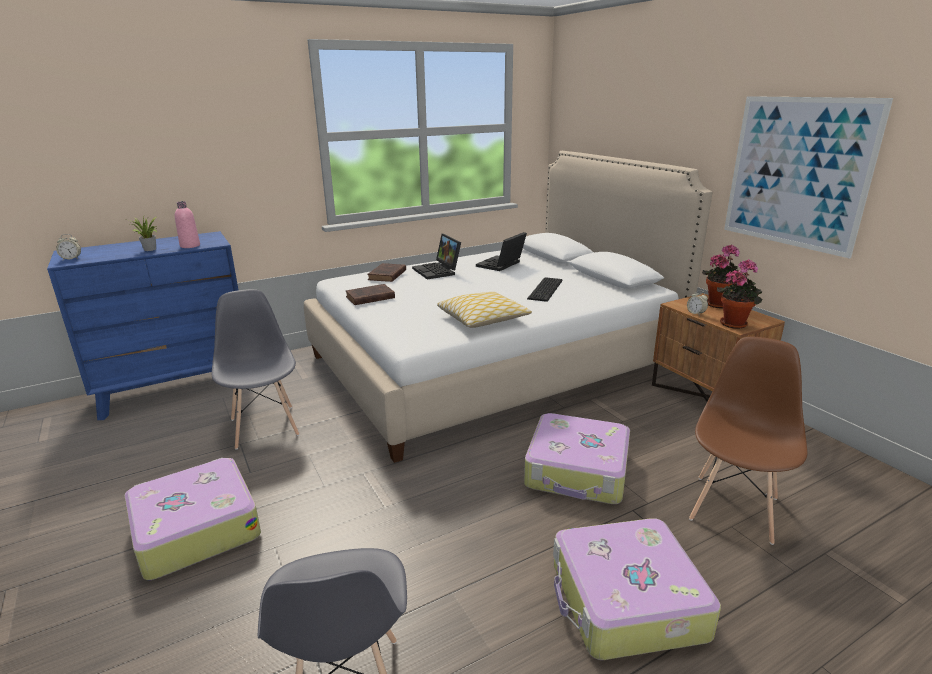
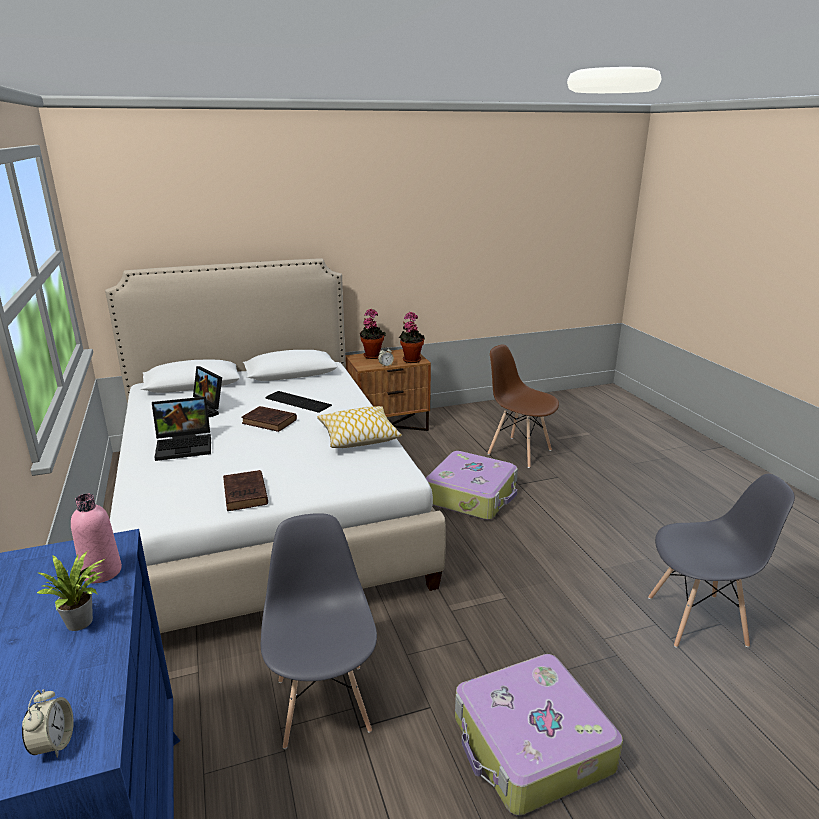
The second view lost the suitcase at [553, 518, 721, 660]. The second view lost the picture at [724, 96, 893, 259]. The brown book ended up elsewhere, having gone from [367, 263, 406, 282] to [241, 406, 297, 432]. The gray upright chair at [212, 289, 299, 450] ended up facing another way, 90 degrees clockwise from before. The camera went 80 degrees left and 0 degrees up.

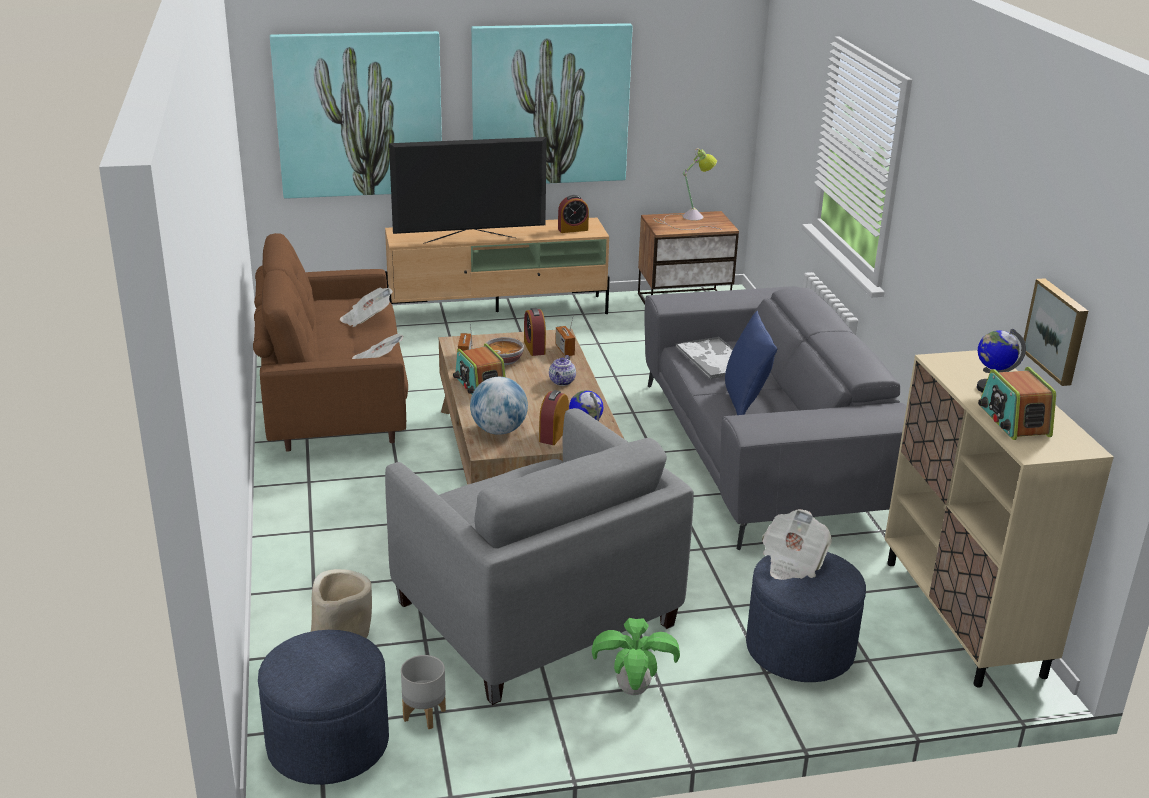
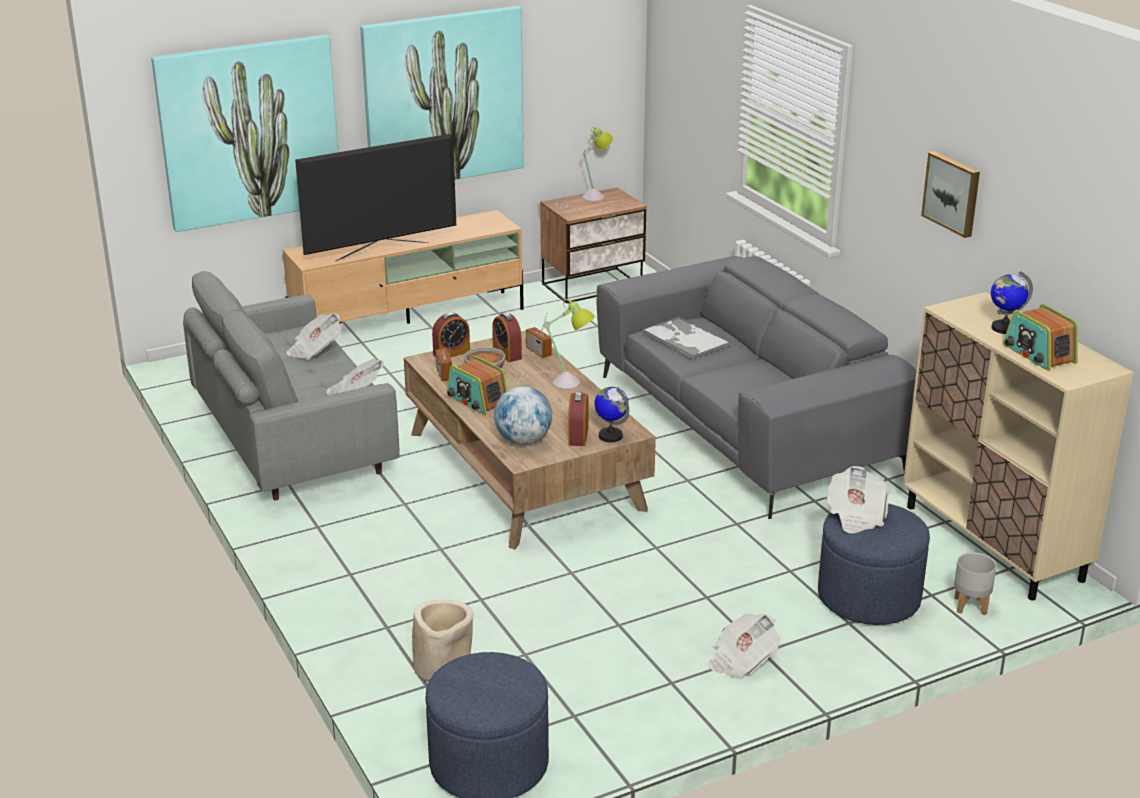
The second view lost the gray easy chair at [385, 408, 694, 705]. The second view lost the bluish throw pillow at [725, 311, 777, 415]. The gray plant pot ended up elsewhere, having gone from [401, 655, 446, 729] to [954, 552, 997, 616]. The table clock ended up elsewhere, having gone from [558, 195, 589, 233] to [432, 312, 470, 358]. The picture ended up elsewhere, having gone from [1021, 278, 1088, 386] to [921, 151, 980, 238]. Where the teapot stood at [549, 355, 576, 386], the lamp for a table came to stand at [515, 299, 595, 409]. Where the plant in a pot stood at [592, 618, 680, 695], the printed paper came to stand at [707, 613, 780, 679]. What was the brown couch at [253, 233, 408, 452] turned into the gray couch at [183, 271, 400, 501]. The camera went 15 degrees left and 0 degrees up.

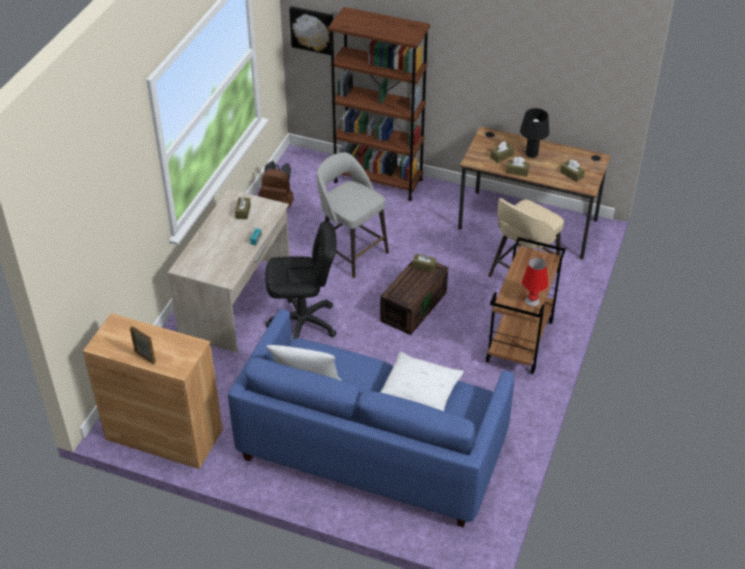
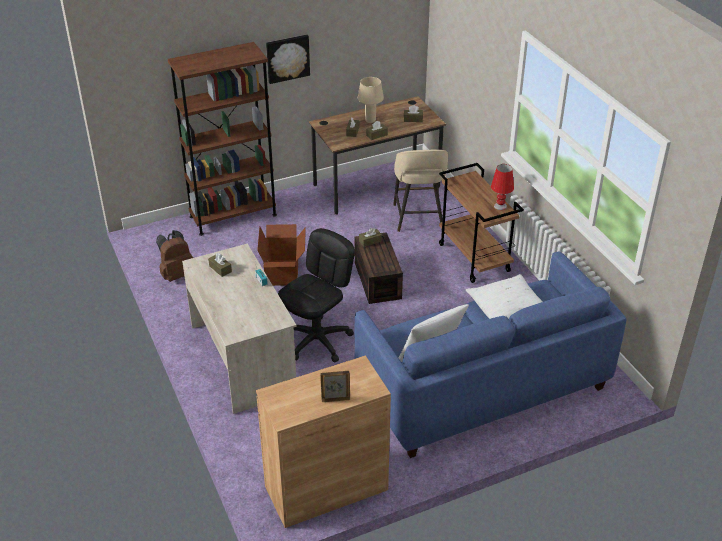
The picture ended up elsewhere, having gone from [289, 6, 334, 55] to [266, 35, 310, 84]. Where the gray sitting stool stood at [317, 152, 389, 278], the carton came to stand at [257, 224, 306, 286]. What was the black-coloured lamp for a table at [520, 108, 549, 158] turned into the beige lamp for a table at [358, 77, 384, 123]. The camera went 45 degrees left and 5 degrees down.

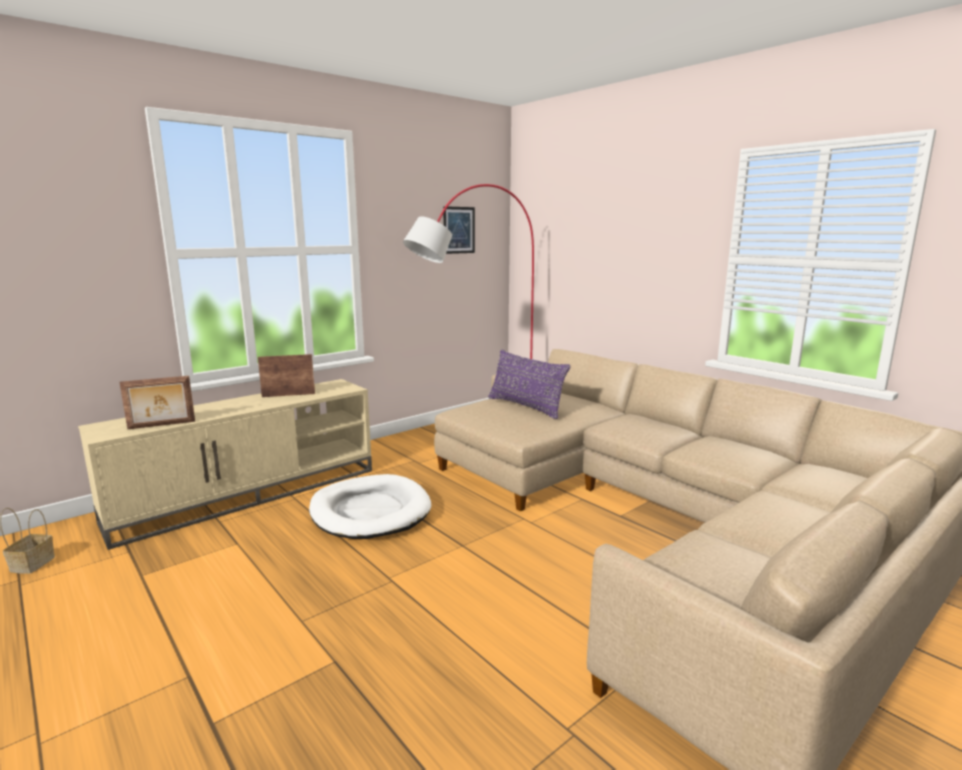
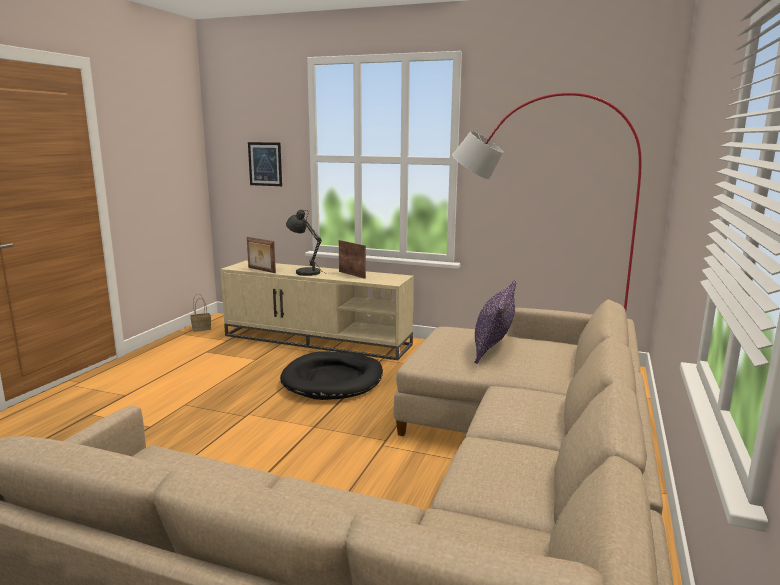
The second view gained the gray lamp for a table at [286, 209, 328, 276]. The picture ended up elsewhere, having gone from [443, 206, 475, 254] to [248, 142, 282, 186]. What was the whitish pet bed at [309, 474, 431, 539] turned into the black-coloured pet bed at [280, 352, 383, 400]. The camera went 60 degrees right and 0 degrees up.

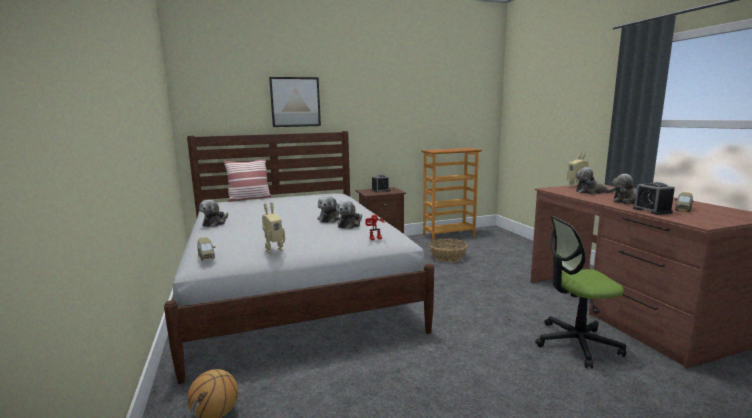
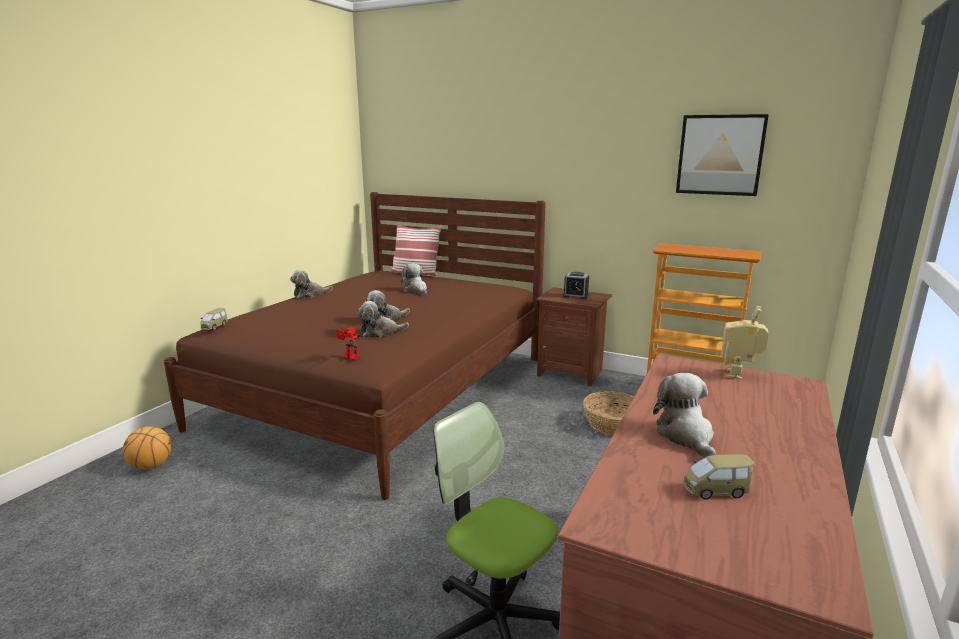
The second view lost the toy robot at [262, 203, 285, 254]. The second view lost the table clock at [633, 182, 675, 215]. The picture ended up elsewhere, having gone from [269, 77, 321, 127] to [676, 114, 769, 196]. The cuddly toy ended up elsewhere, having gone from [575, 167, 616, 194] to [401, 263, 427, 295]. What was the whitish sleeping bed at [164, 131, 434, 384] turned into the brown sleeping bed at [164, 192, 546, 500]. The camera went 45 degrees right and 5 degrees up.

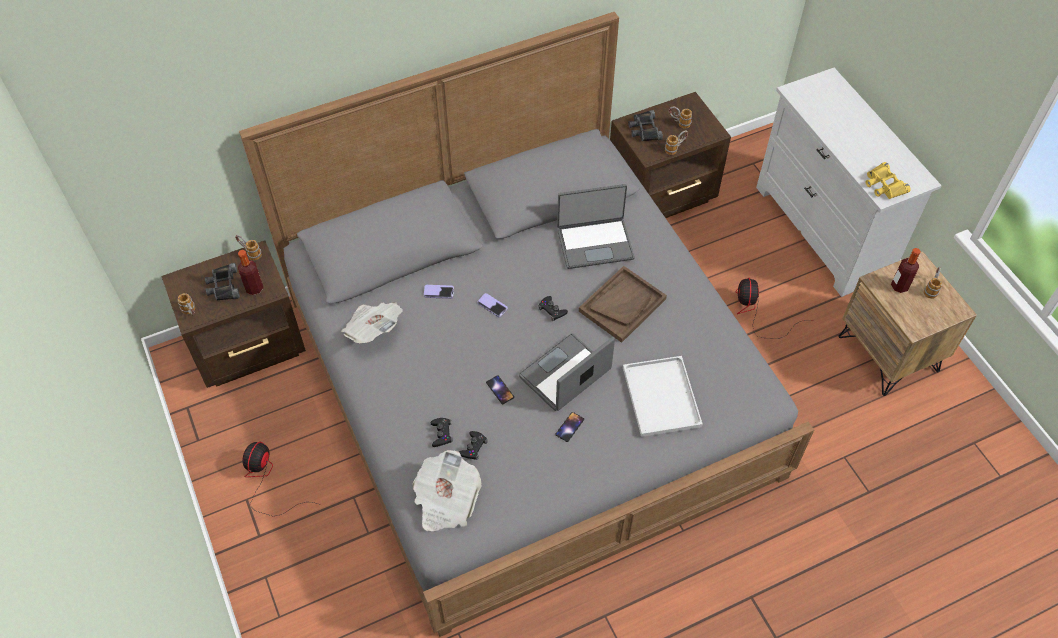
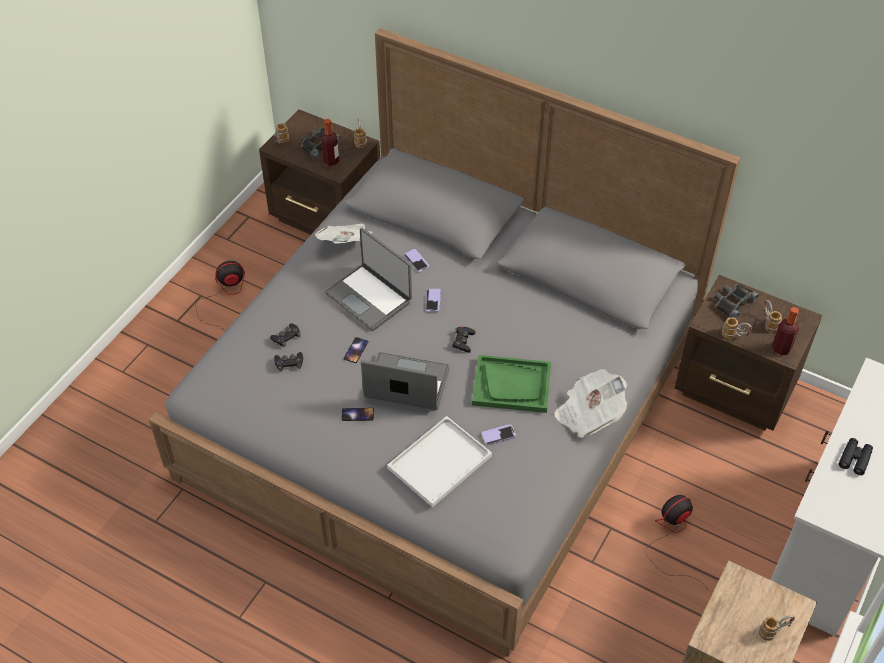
The second view lost the yellow-coloured binoculars at [866, 162, 911, 199]. The second view gained the handset at [482, 424, 516, 445]. The second view gained the black-coloured binoculars at [839, 438, 873, 475]. The printed paper ended up elsewhere, having gone from [412, 450, 481, 531] to [555, 369, 627, 438]. The portable computer ended up elsewhere, having gone from [557, 184, 635, 269] to [325, 228, 412, 331]. The beverage bottle ended up elsewhere, having gone from [891, 248, 920, 293] to [772, 307, 799, 356]. What was the brown serving tray at [579, 266, 667, 343] turned into the green serving tray at [472, 355, 551, 413]. The camera went 55 degrees right and 5 degrees down.

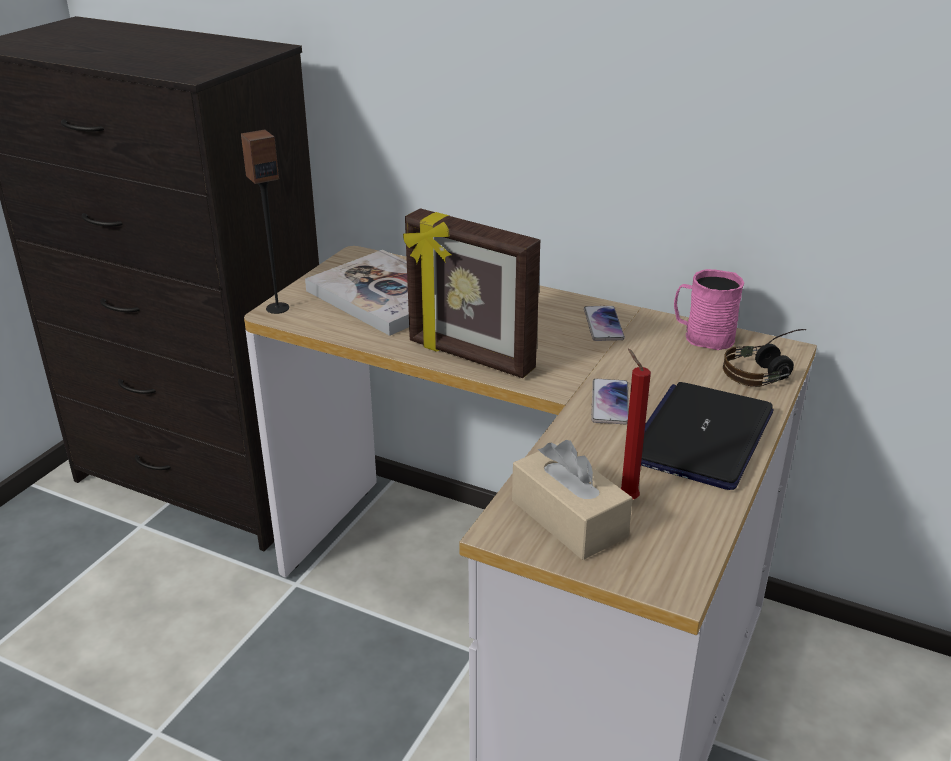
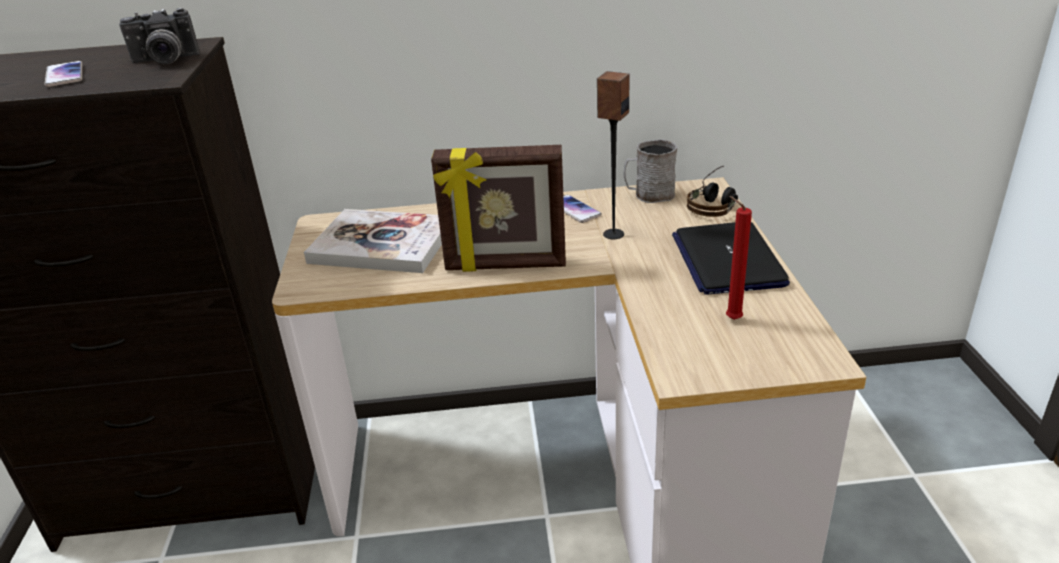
The second view lost the beige tissue box at [512, 440, 633, 560]. The second view gained the photo camera at [119, 8, 200, 64]. The loudspeaker ended up elsewhere, having gone from [241, 129, 289, 314] to [597, 71, 630, 239]. The handset ended up elsewhere, having gone from [591, 379, 629, 424] to [44, 61, 83, 87]. What was the pinkish mug at [674, 269, 744, 350] turned into the gray mug at [623, 139, 678, 203]. The camera went 30 degrees left and 0 degrees up.

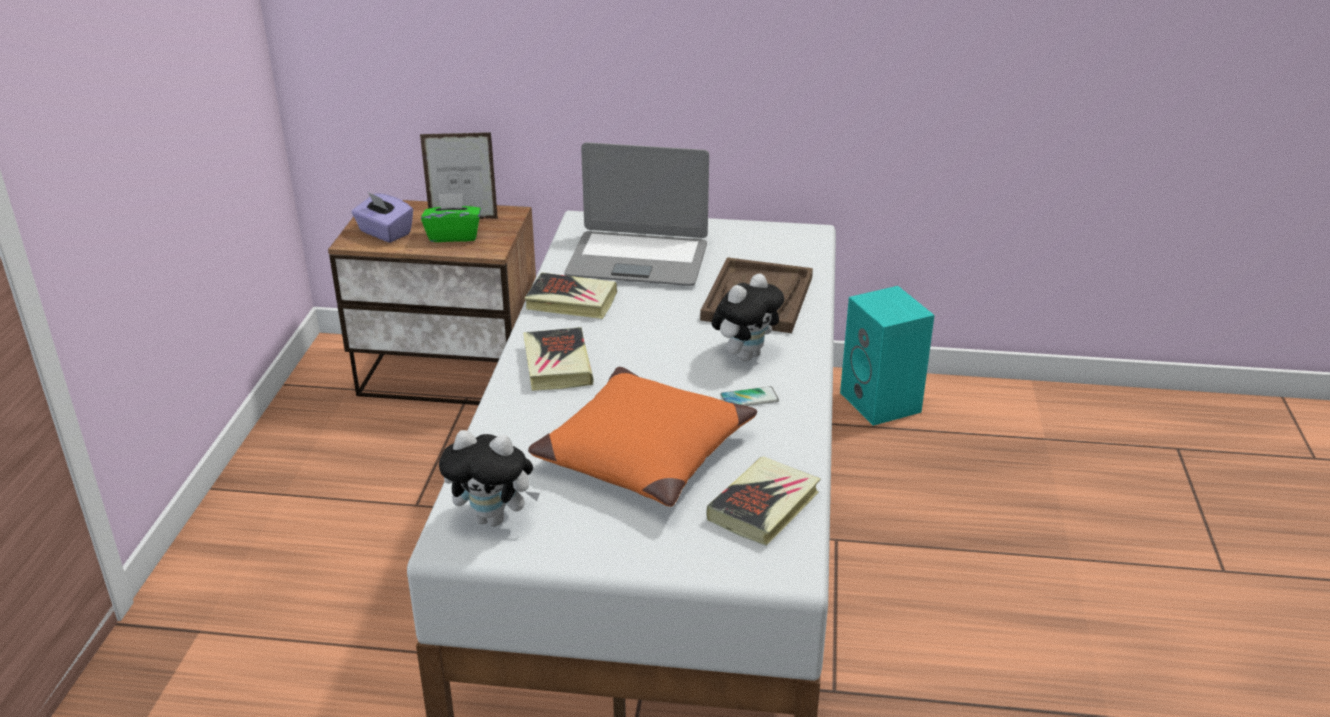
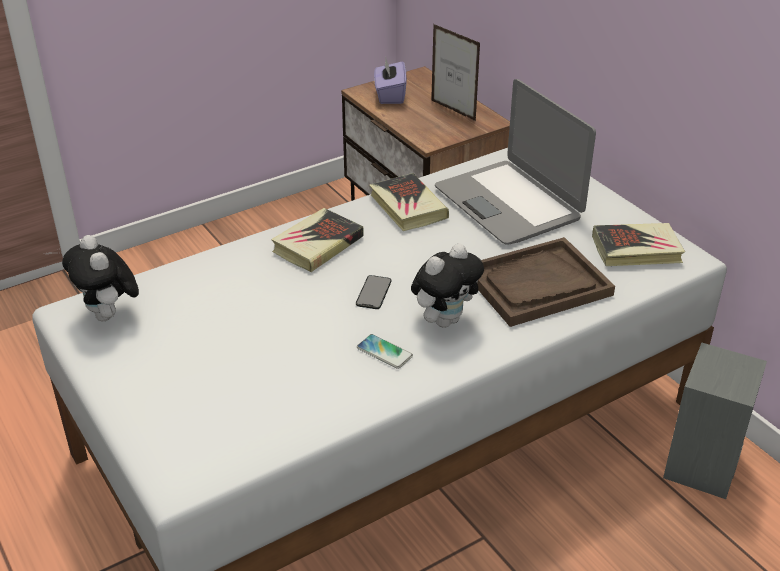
The second view lost the green tissue box at [421, 193, 481, 242]. The second view lost the orange throw pillow at [528, 367, 757, 507]. The second view gained the handset at [356, 275, 391, 309]. The book ended up elsewhere, having gone from [707, 456, 821, 546] to [592, 223, 685, 266]. What was the blue-green loudspeaker at [840, 286, 934, 426] turned into the gray loudspeaker at [663, 343, 767, 499]. The cuddly toy at [712, 273, 784, 361] ended up facing another way, 45 degrees counterclockwise from before. The camera went 50 degrees right and 5 degrees up.

